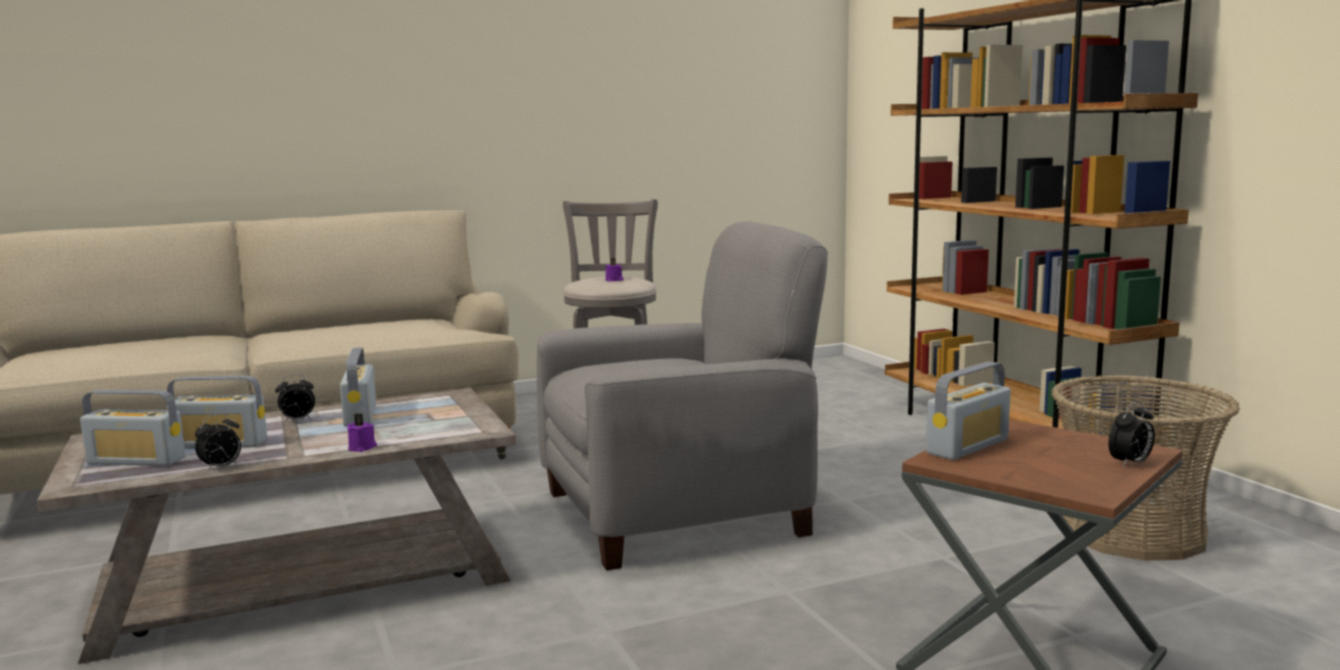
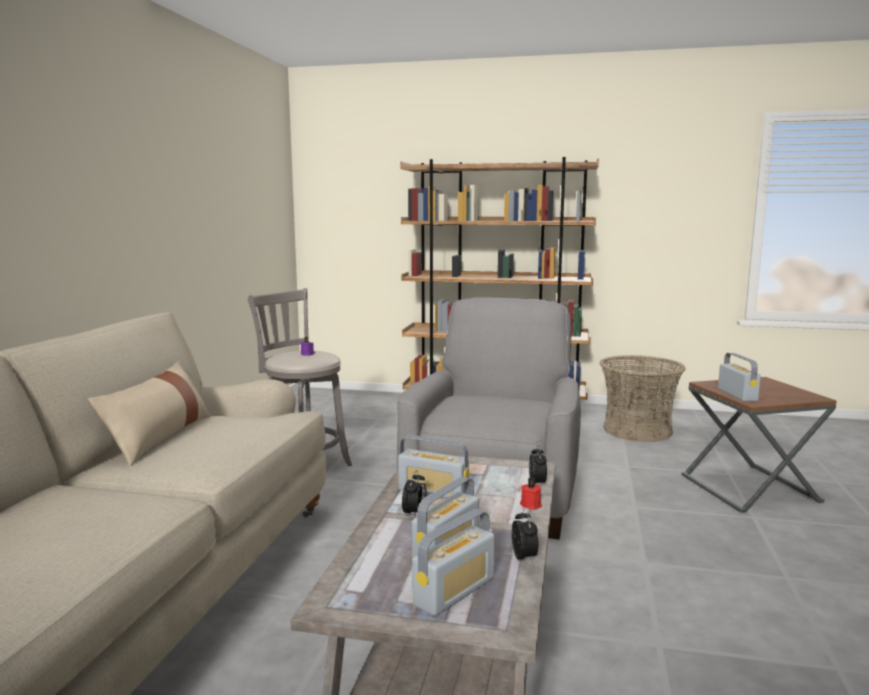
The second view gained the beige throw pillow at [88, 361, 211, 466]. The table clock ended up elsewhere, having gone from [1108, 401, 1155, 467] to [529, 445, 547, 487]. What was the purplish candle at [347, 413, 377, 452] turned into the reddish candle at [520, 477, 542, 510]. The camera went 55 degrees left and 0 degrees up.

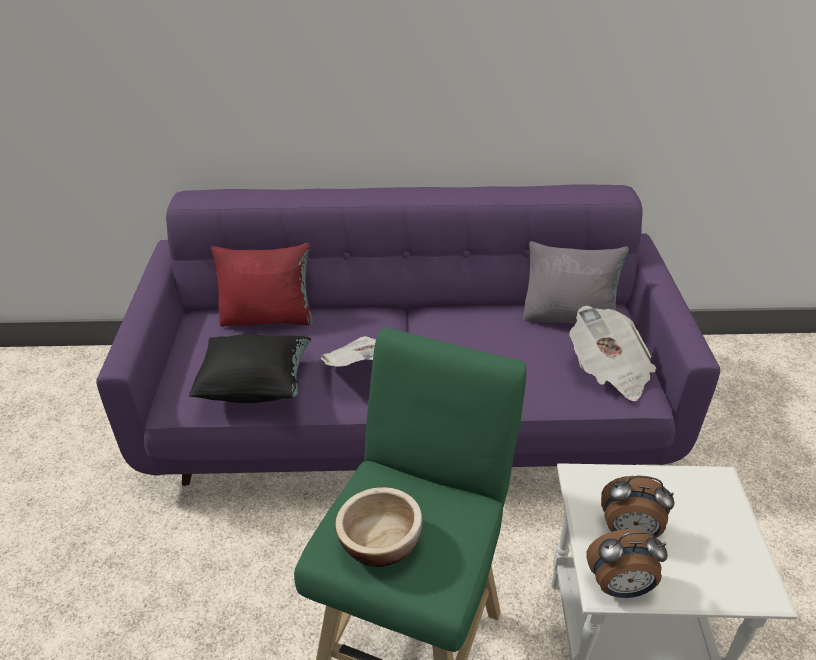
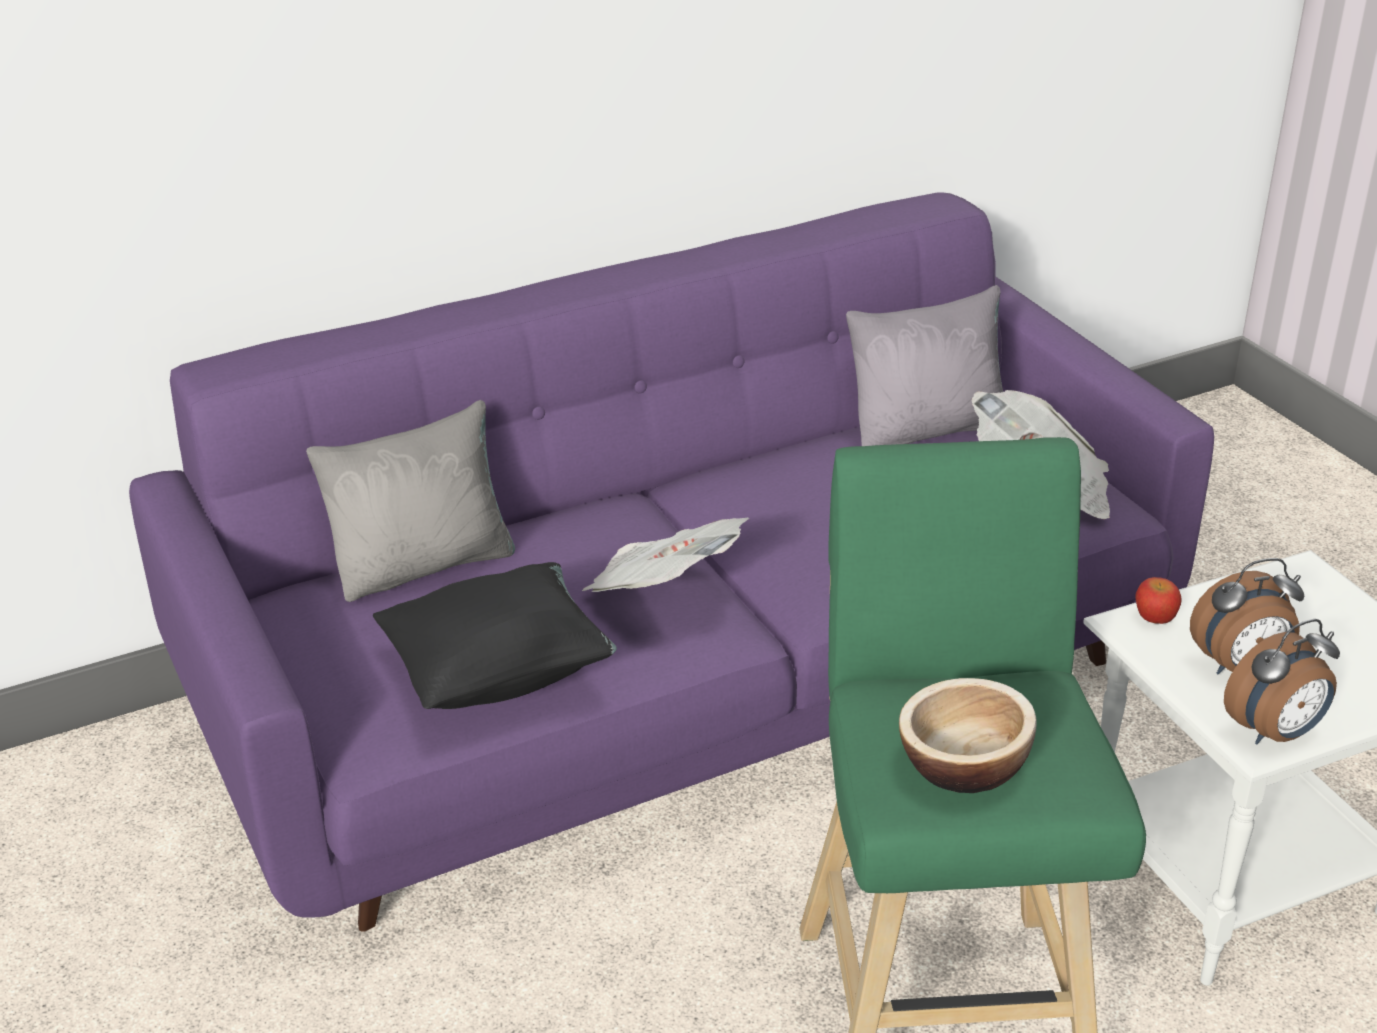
The second view gained the apple at [1135, 577, 1182, 624]. What was the reddish throw pillow at [211, 243, 313, 327] turned into the gray throw pillow at [306, 400, 515, 602]. The camera went 25 degrees left and 5 degrees down.

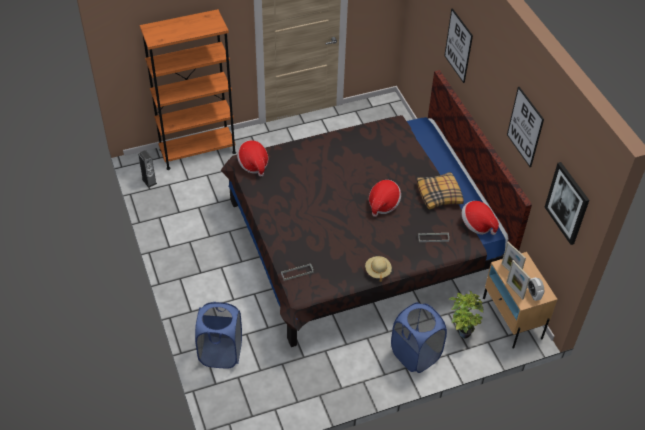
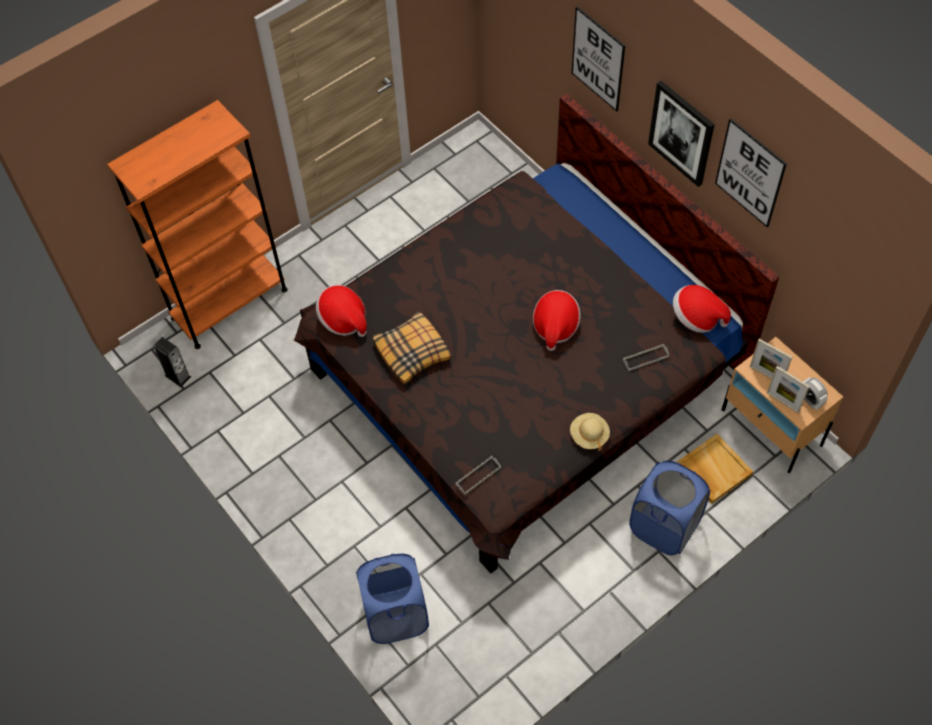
The throw pillow ended up elsewhere, having gone from [417, 172, 464, 210] to [373, 311, 451, 384]. The picture ended up elsewhere, having gone from [545, 162, 589, 245] to [648, 81, 715, 187]. Where the plant in a pot stood at [449, 291, 483, 339], the beige serving tray came to stand at [677, 434, 753, 504]. The camera went 15 degrees left and 10 degrees up.

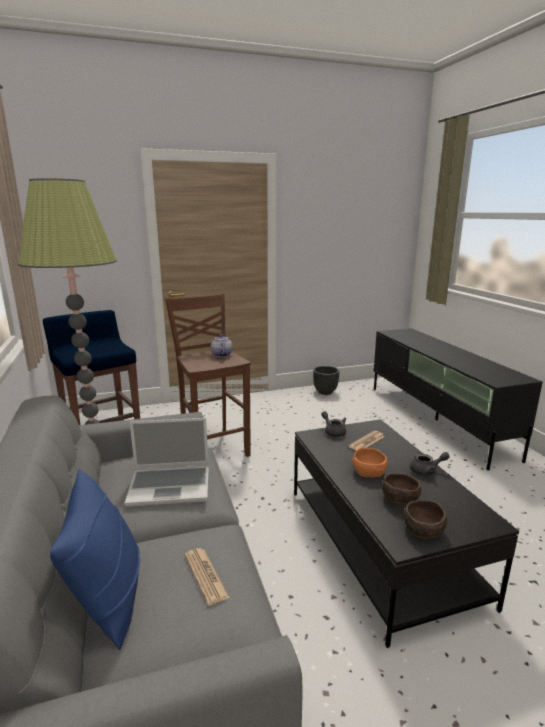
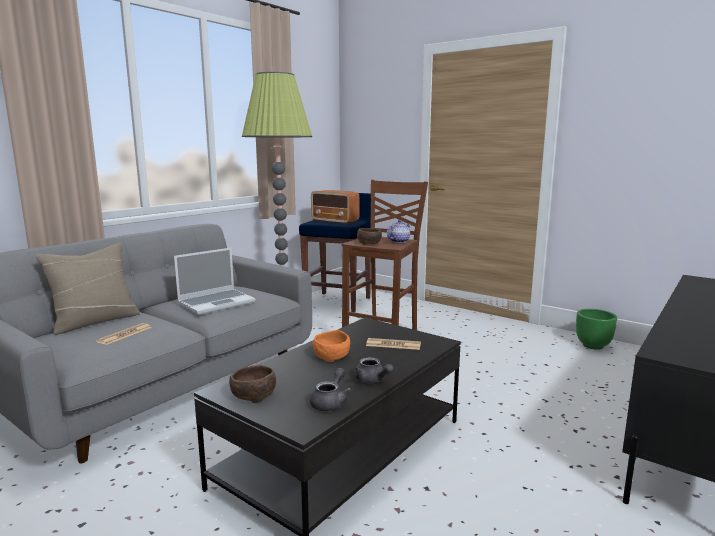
The second view gained the radio at [311, 190, 360, 224]. The gray teapot ended up elsewhere, having gone from [321, 411, 346, 437] to [310, 368, 352, 411]. The brown bowl ended up elsewhere, having gone from [382, 473, 421, 506] to [357, 228, 382, 245]. What was the bluish throw pillow at [50, 469, 140, 650] turned into the beige throw pillow at [35, 243, 140, 335]. What was the black-coloured plant pot at [313, 366, 339, 395] turned into the green plant pot at [576, 309, 617, 350]. The portable computer at [125, 418, 209, 507] ended up facing another way, 90 degrees counterclockwise from before. The camera went 55 degrees right and 5 degrees down.

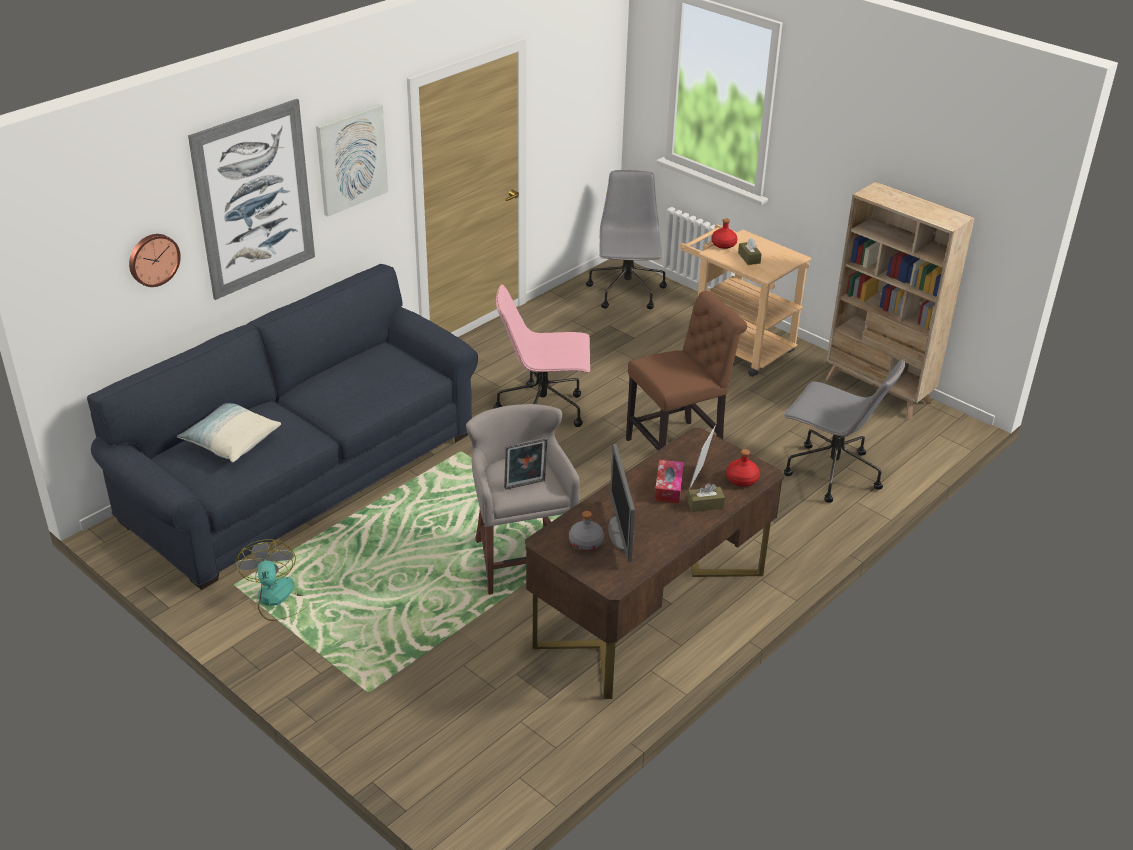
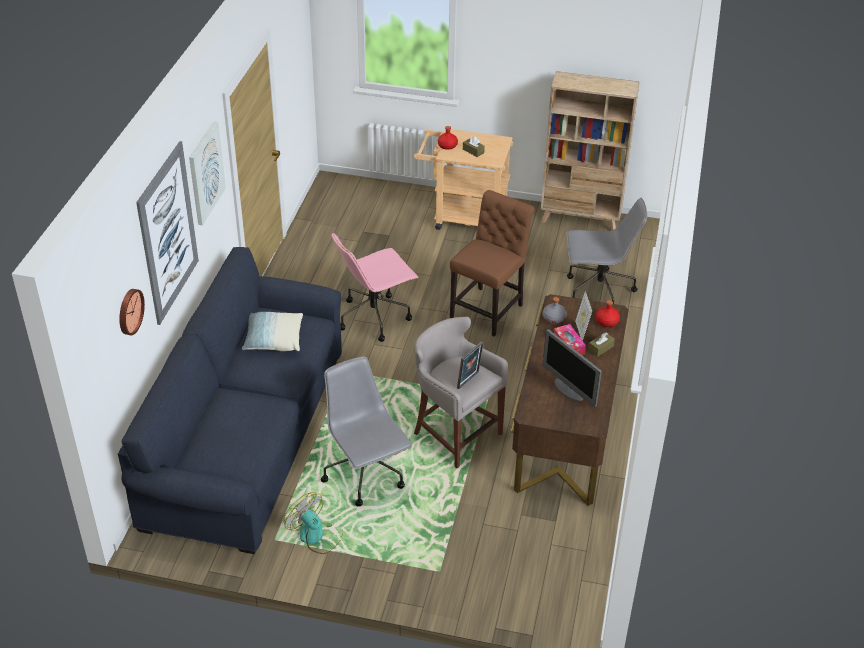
The throw pillow ended up elsewhere, having gone from [177, 403, 281, 462] to [242, 312, 303, 351]. The gray beverage bottle ended up elsewhere, having gone from [569, 511, 604, 551] to [543, 297, 567, 324]. The gray office chair ended up elsewhere, having gone from [586, 170, 667, 309] to [321, 357, 412, 506]. The camera went 30 degrees left and 5 degrees up.

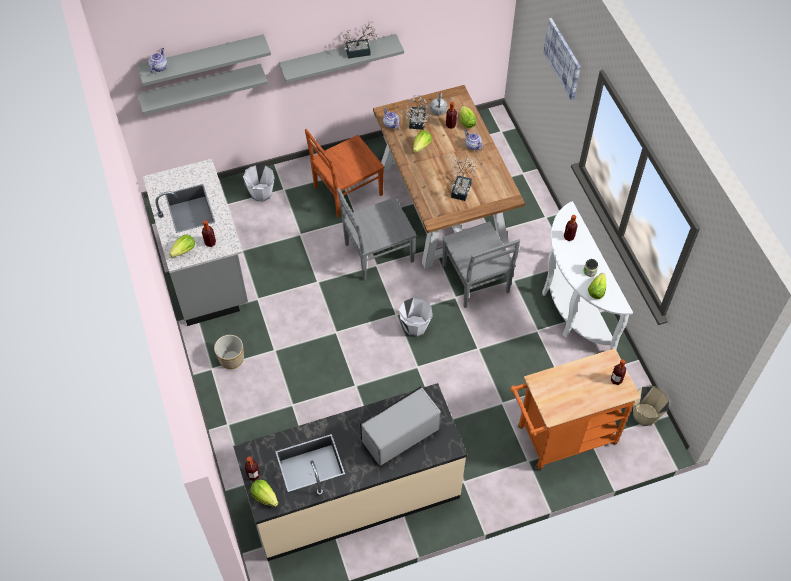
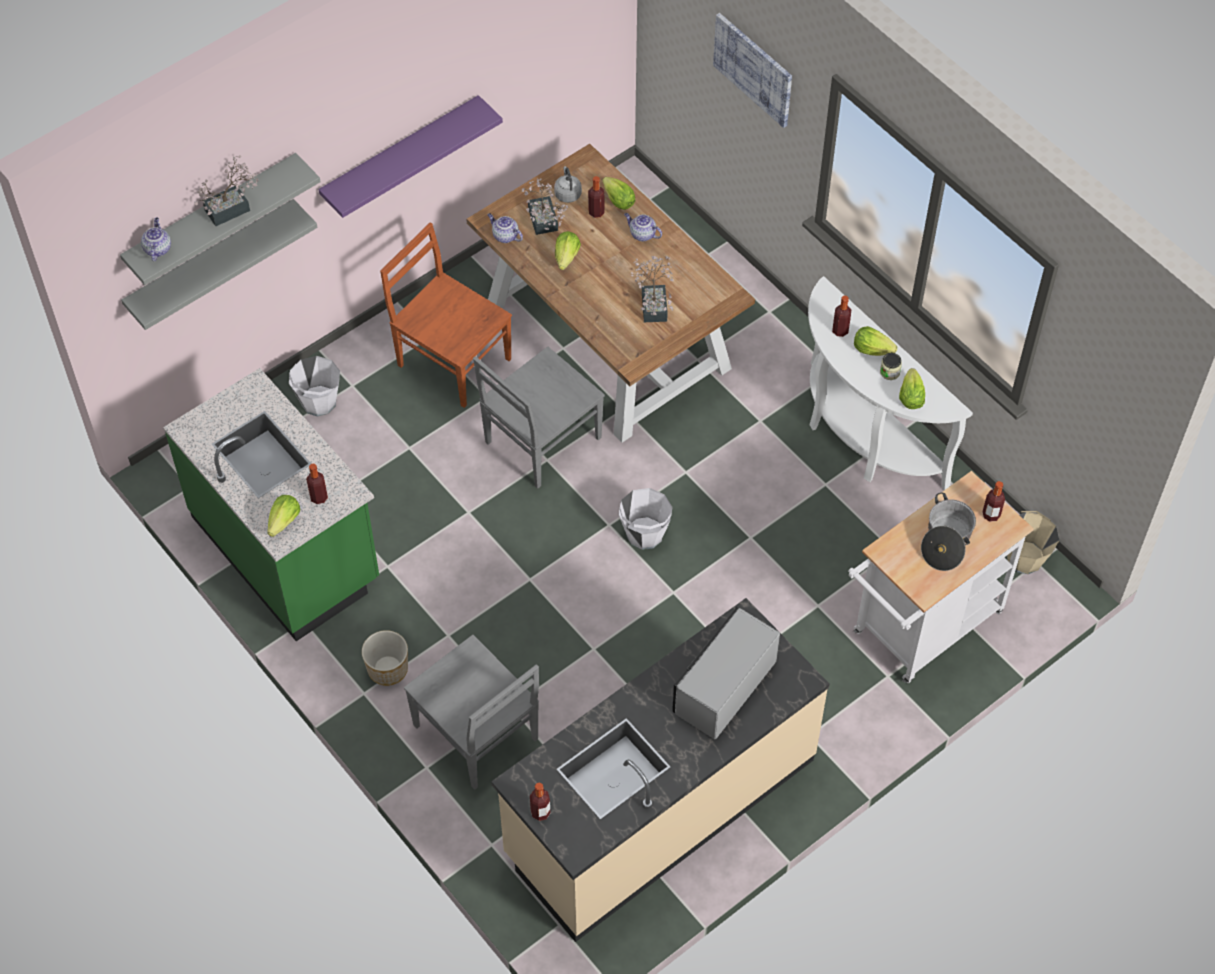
The second view gained the stockpot at [921, 492, 976, 571]. The head of lettuce ended up elsewhere, having gone from [250, 479, 278, 507] to [854, 326, 897, 356]. The plant in a pot ended up elsewhere, having gone from [339, 21, 379, 59] to [194, 156, 259, 226]. The gray upright chair ended up elsewhere, having gone from [442, 221, 520, 308] to [404, 635, 539, 790]. What was the gray kitchen counter at [143, 159, 248, 326] turned into the green kitchen counter at [163, 368, 379, 641]. What was the gray bracket shelf at [279, 34, 404, 83] turned into the purplish bracket shelf at [318, 95, 503, 218]. What was the orange cart at [510, 348, 641, 470] turned into the whitish cart at [848, 471, 1034, 683]. The brown upright chair at [305, 129, 384, 218] ended up facing another way, 90 degrees clockwise from before. The camera went 20 degrees left and 0 degrees up.

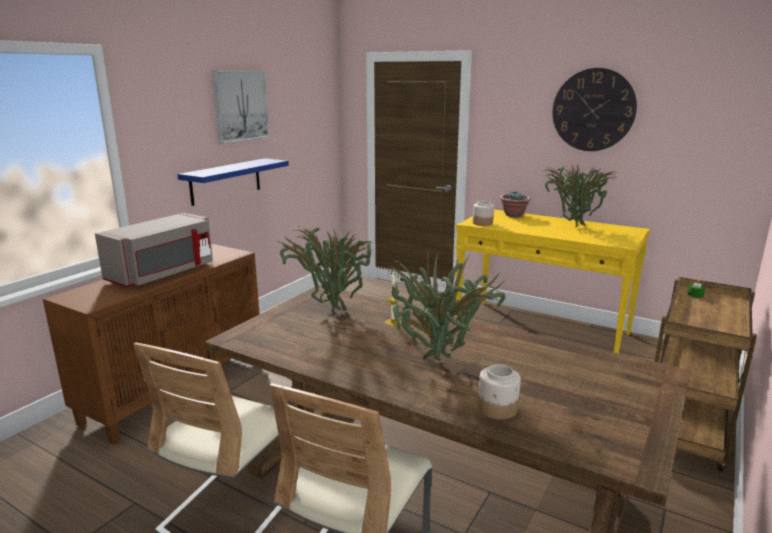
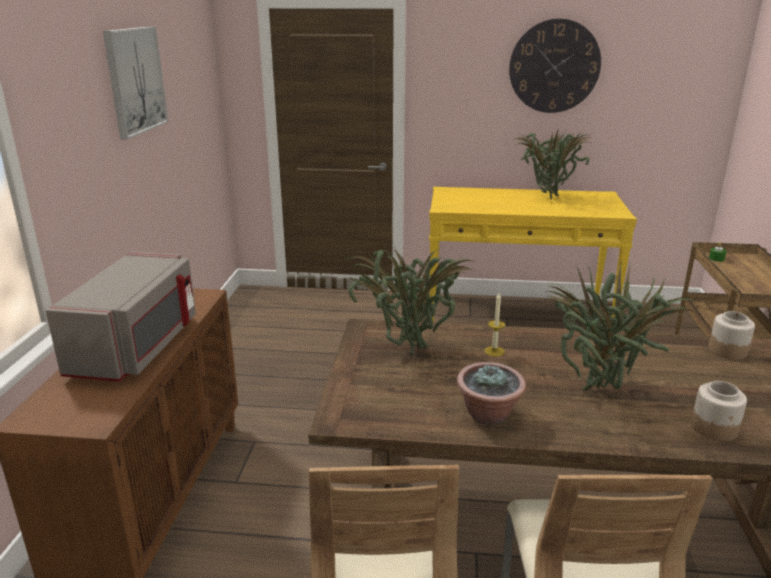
The second view lost the bluish bracket shelf at [177, 158, 289, 206]. The storage jar ended up elsewhere, having gone from [473, 201, 494, 226] to [709, 311, 755, 360]. The plant in a pot ended up elsewhere, having gone from [500, 191, 531, 217] to [457, 362, 526, 425]. The camera went 25 degrees left and 5 degrees up.

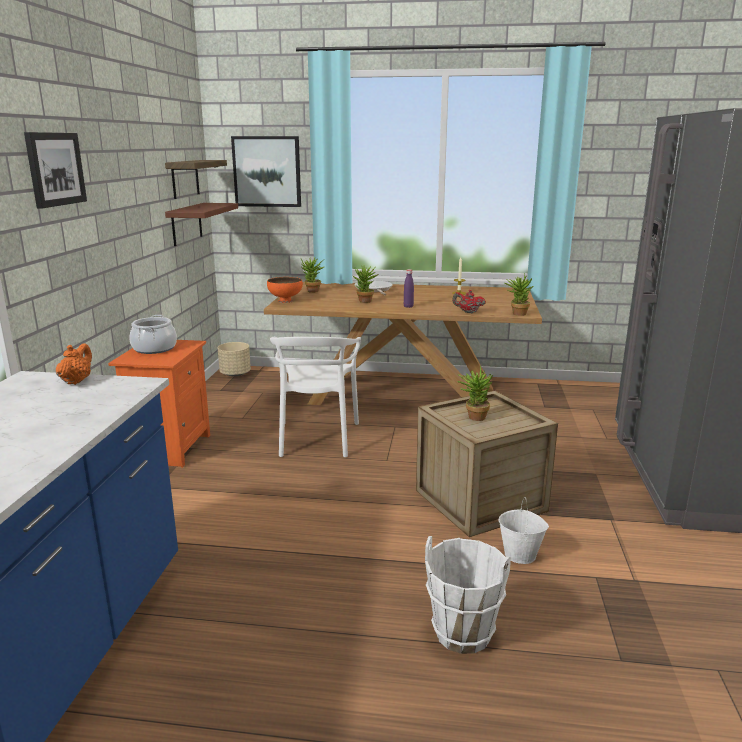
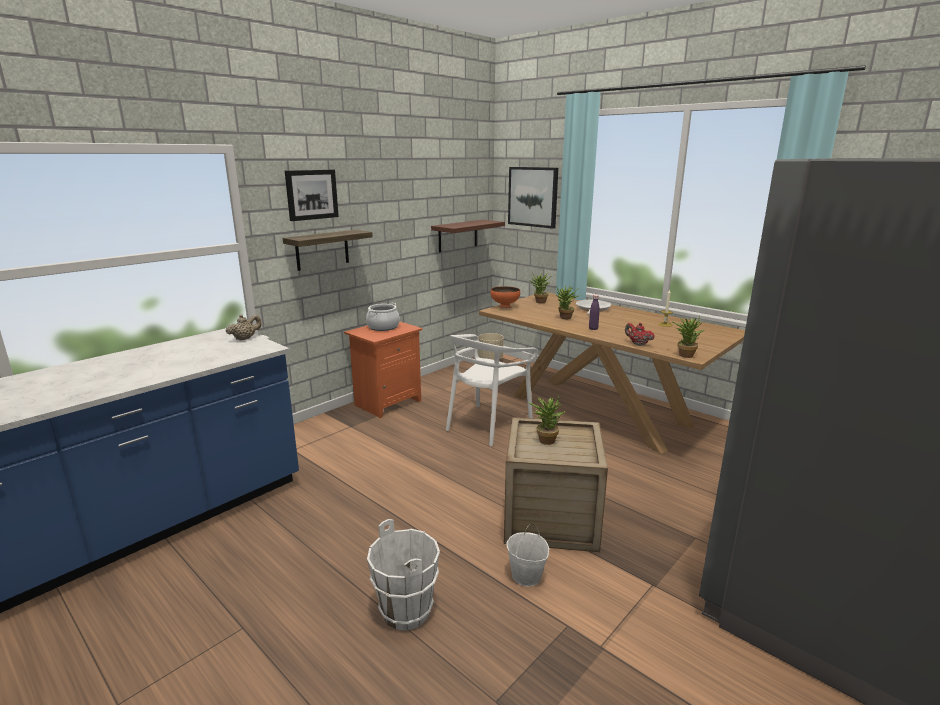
The bracket shelf ended up elsewhere, having gone from [165, 160, 227, 199] to [283, 230, 373, 271]. What was the orange teapot at [56, 343, 92, 385] turned into the beige teapot at [226, 314, 262, 341]. The camera went 35 degrees right and 0 degrees up.

